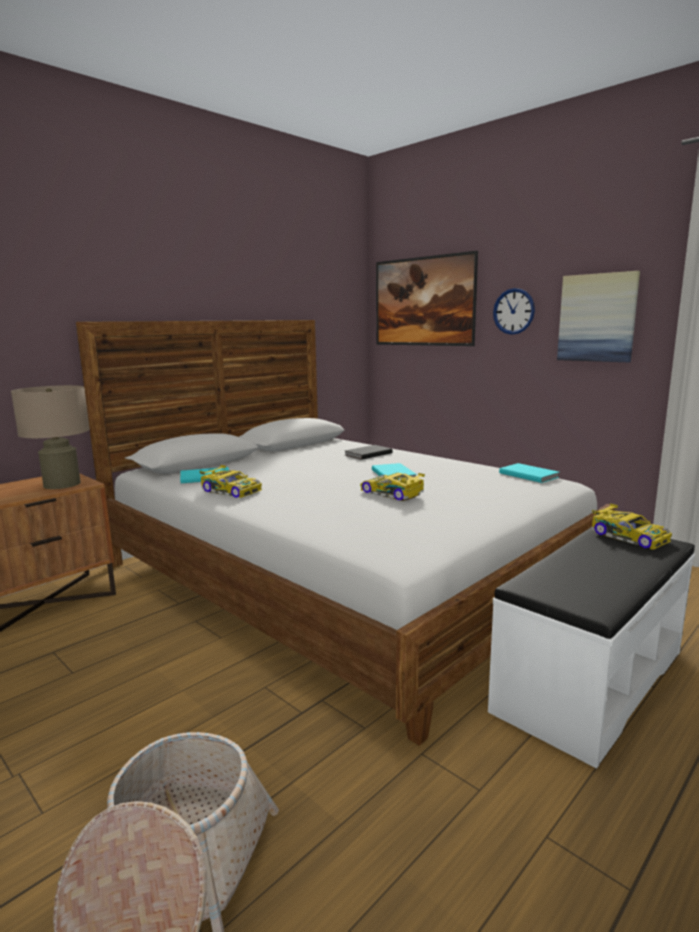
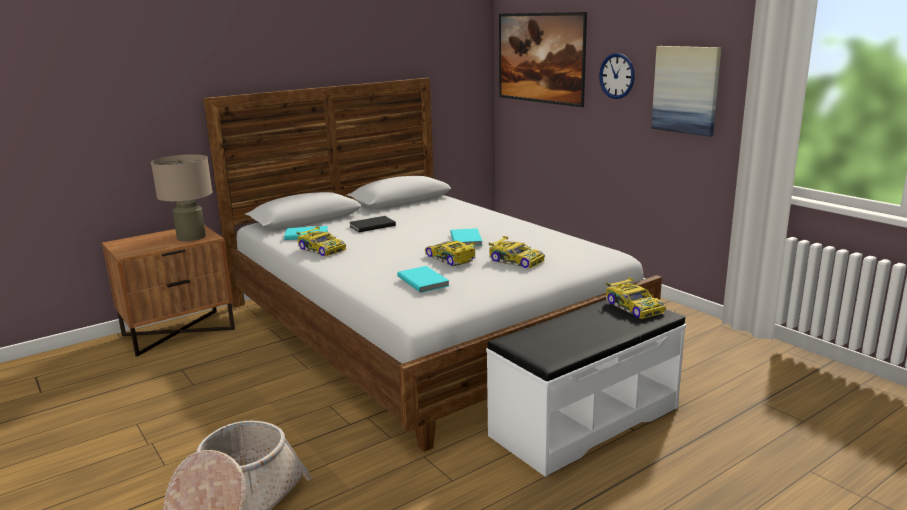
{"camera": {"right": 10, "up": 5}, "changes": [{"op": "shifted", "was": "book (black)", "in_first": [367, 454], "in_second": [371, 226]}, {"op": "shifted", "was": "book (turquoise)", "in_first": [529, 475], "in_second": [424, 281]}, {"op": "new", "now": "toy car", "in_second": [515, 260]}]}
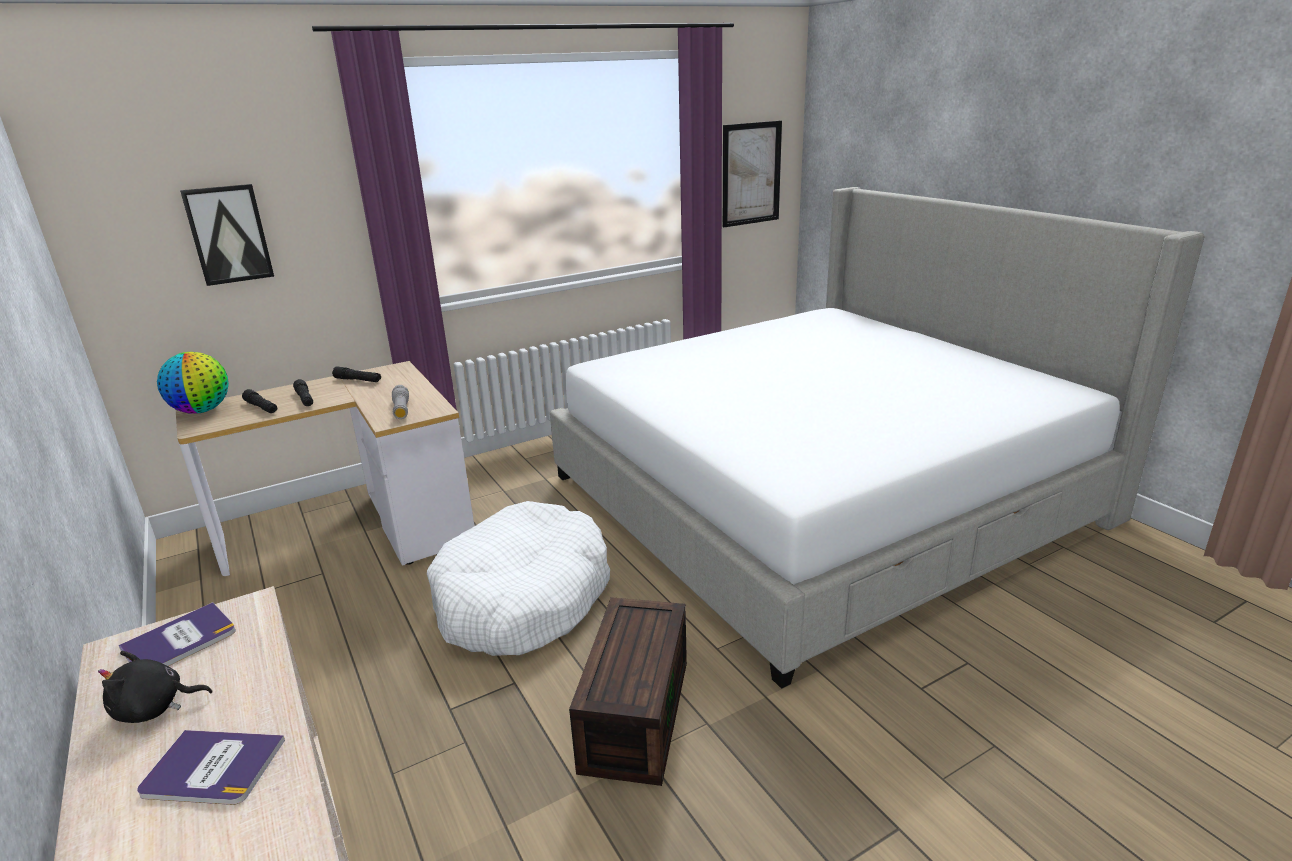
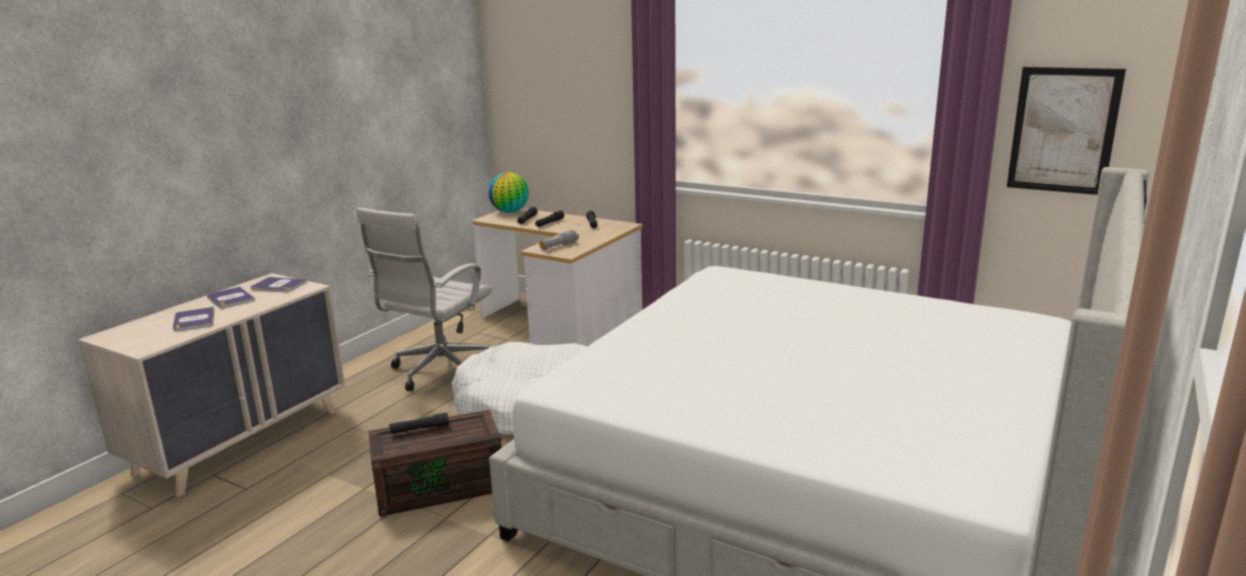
{"camera": {"right": 60, "up": -5}, "changes": [{"op": "gone", "was": "picture", "in_first": [228, 234]}, {"op": "swapped", "was": "plush toy (black)", "now": "book", "in_first": [155, 708], "in_second": [230, 298]}, {"op": "new", "now": "office chair (white)", "in_second": [439, 372]}, {"op": "new", "now": "flashlight (black)", "in_second": [419, 429]}]}
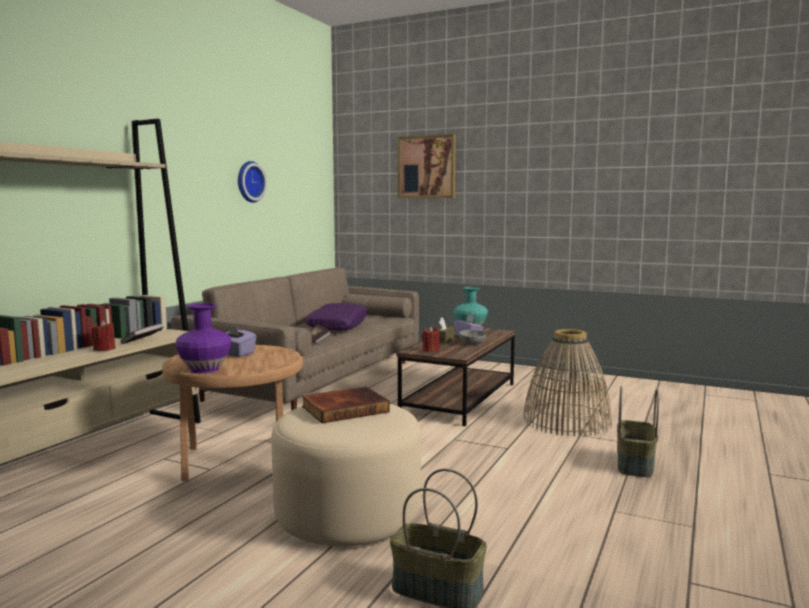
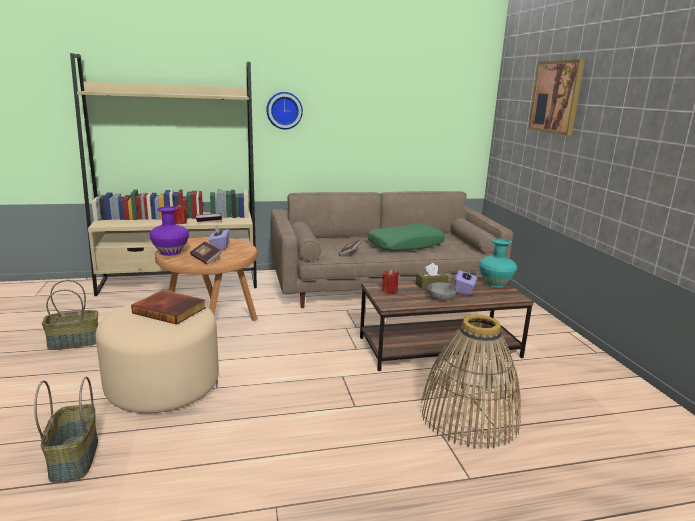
{"camera": {"right": 50, "up": 10}, "changes": [{"op": "shifted", "was": "wall clock", "in_first": [249, 182], "in_second": [284, 110]}, {"op": "repainted", "was": "pillow (purple)", "now": "pillow (green)", "in_first": [337, 326], "in_second": [405, 245]}, {"op": "shifted", "was": "basket", "in_first": [633, 464], "in_second": [75, 342]}, {"op": "new", "now": "book", "in_second": [206, 259]}]}
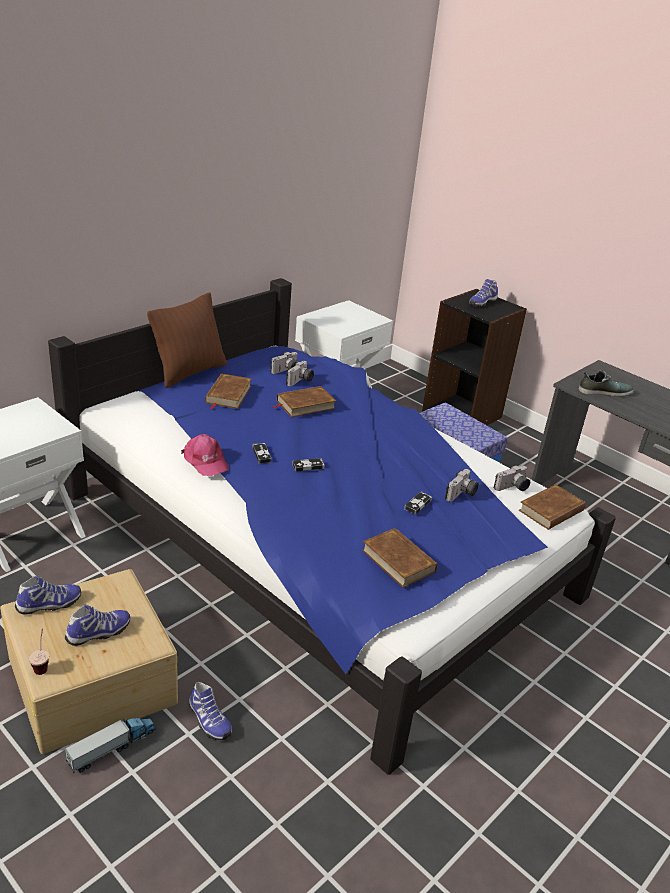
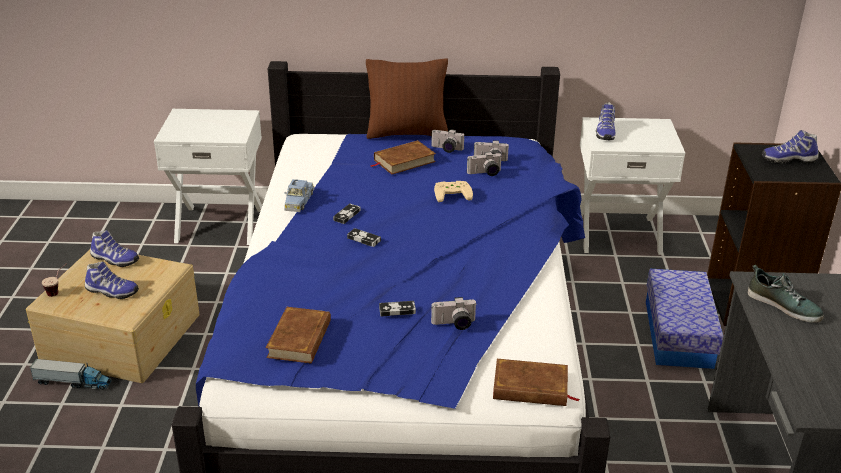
{"camera": {"right": 50, "up": 0}, "changes": [{"op": "swapped", "was": "book (brown)", "now": "game controller (beige)", "in_first": [305, 405], "in_second": [452, 193]}, {"op": "swapped", "was": "cap (pink)", "now": "toy car (blue)", "in_first": [205, 461], "in_second": [299, 201]}, {"op": "shifted", "was": "photo camera", "in_first": [512, 488], "in_second": [446, 149]}, {"op": "shifted", "was": "shoe", "in_first": [208, 720], "in_second": [604, 132]}]}
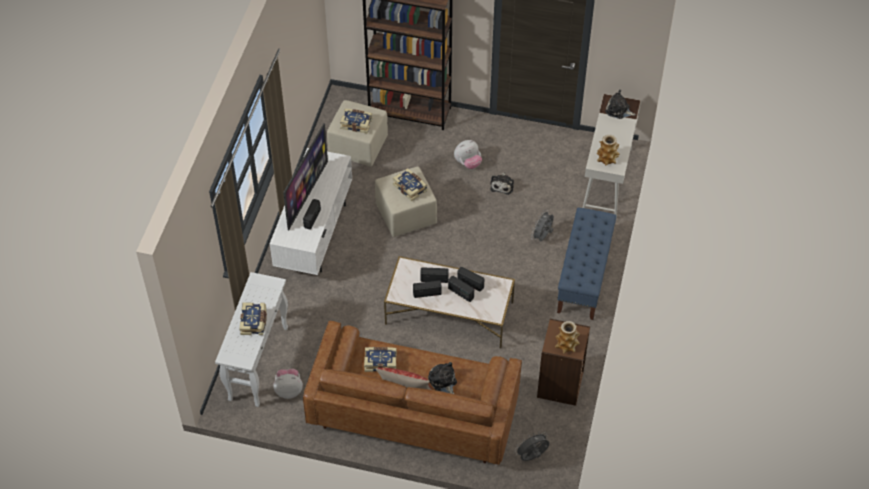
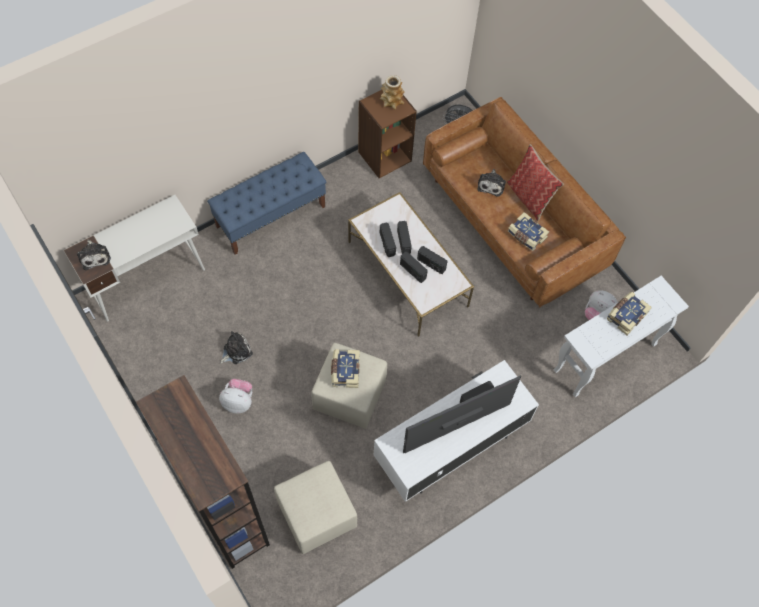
{"camera": {"right": -140, "up": 10}, "changes": [{"op": "gone", "was": "book", "in_first": [356, 123]}, {"op": "gone", "was": "vase", "in_first": [607, 158]}, {"op": "gone", "was": "fan (grey)", "in_first": [542, 237]}]}
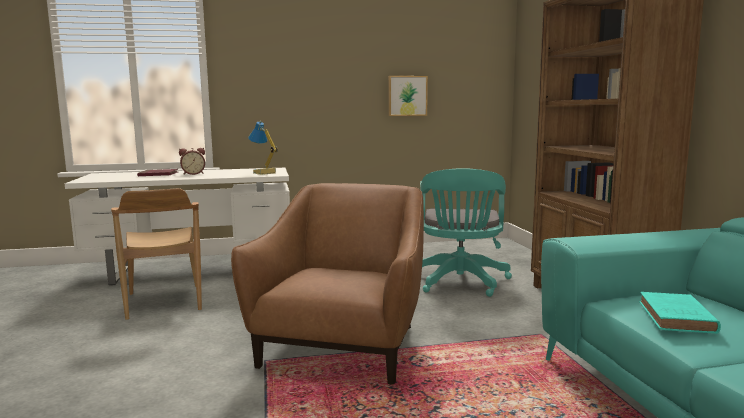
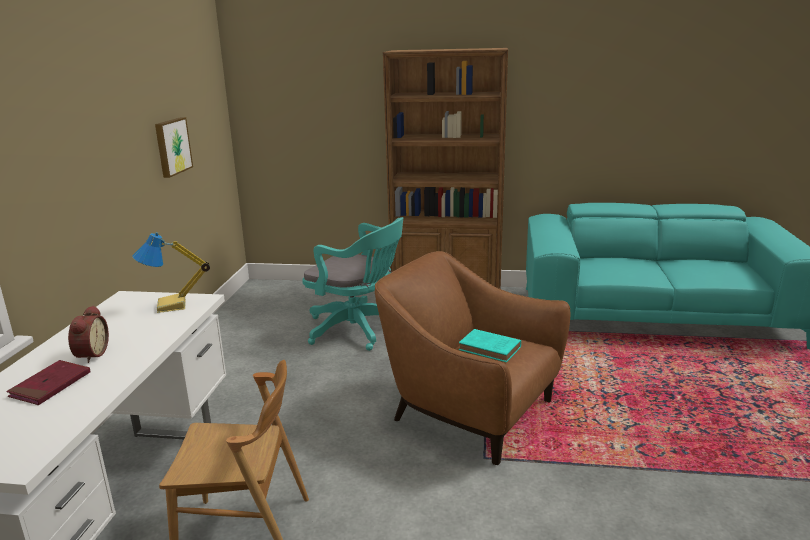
{"camera": {"right": -70, "up": 10}, "changes": [{"op": "shifted", "was": "book (turquoise)", "in_first": [677, 318], "in_second": [491, 349]}]}
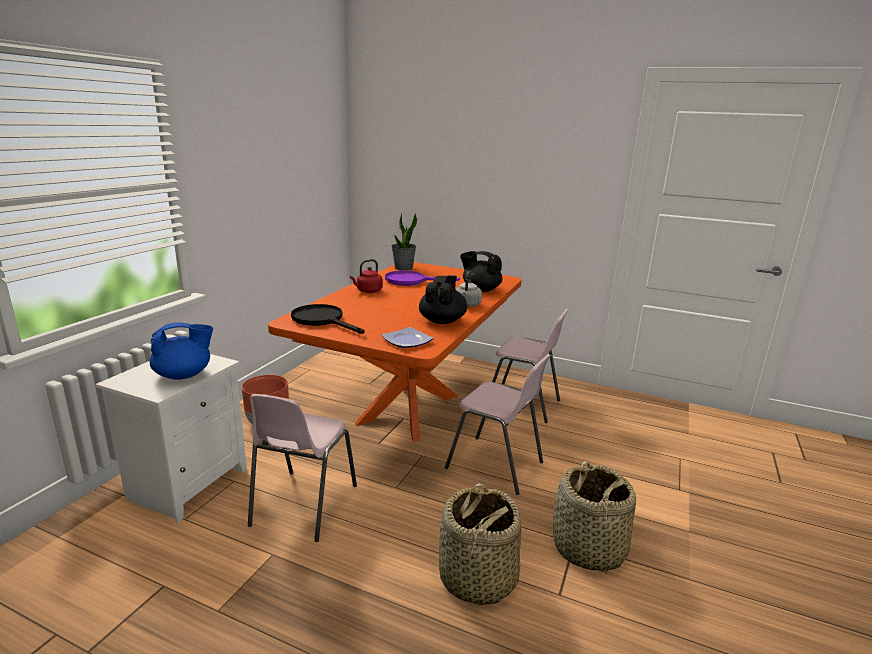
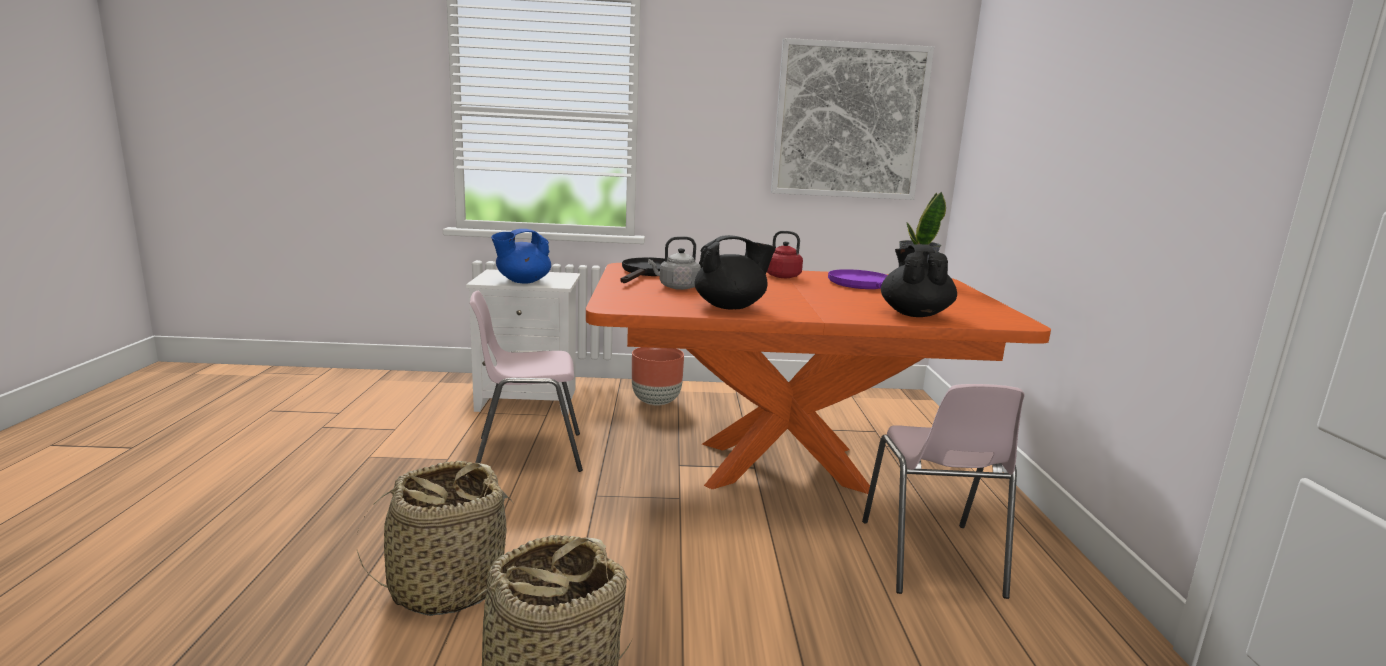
{"camera": {"right": 65, "up": -5}, "changes": [{"op": "shifted", "was": "kettle (grey)", "in_first": [467, 305], "in_second": [676, 287]}, {"op": "rotated", "was": "teapot (blue)", "in_first": [184, 375], "in_second": [522, 281], "clockwise": 105}, {"op": "gone", "was": "plate", "in_first": [406, 341]}, {"op": "gone", "was": "chair (pink)", "in_first": [495, 465]}, {"op": "new", "now": "picture", "in_second": [849, 121]}]}
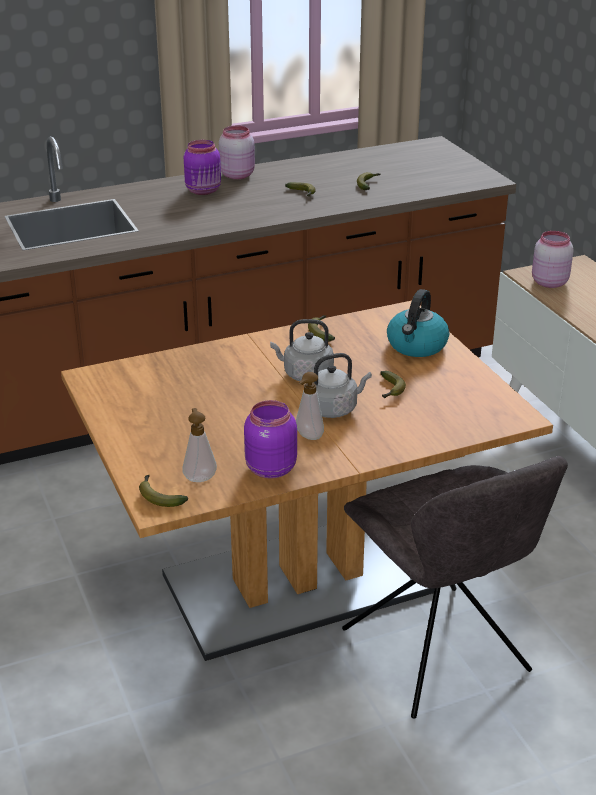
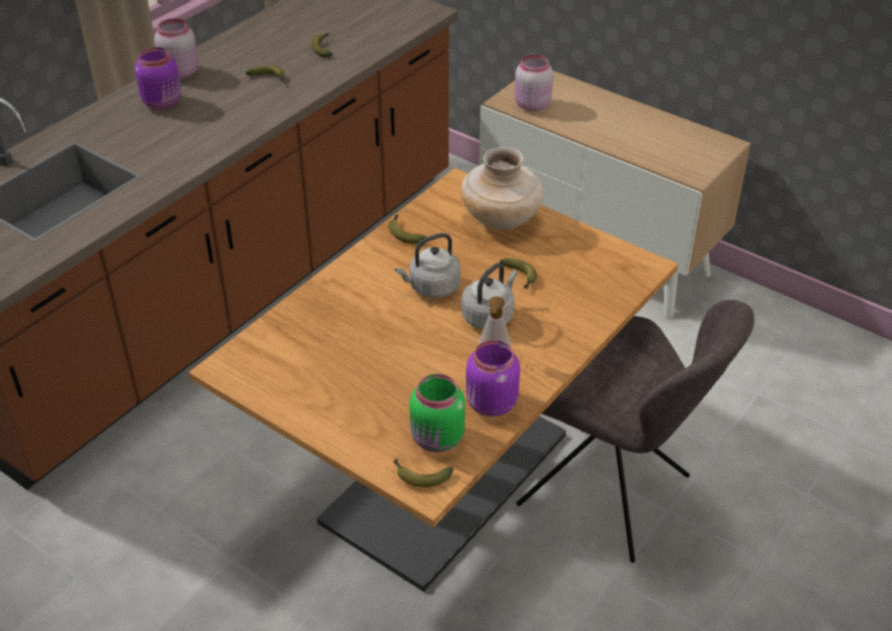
{"camera": {"right": -30, "up": 10}, "changes": [{"op": "swapped", "was": "kettle", "now": "vase (beige)", "in_first": [417, 346], "in_second": [501, 219]}, {"op": "swapped", "was": "soap dispenser", "now": "jar (green)", "in_first": [199, 477], "in_second": [437, 439]}]}
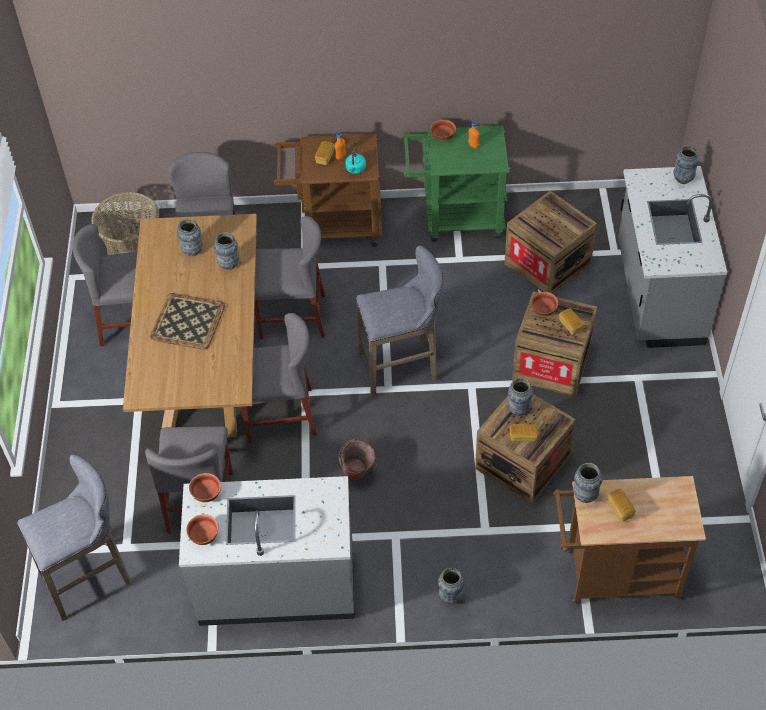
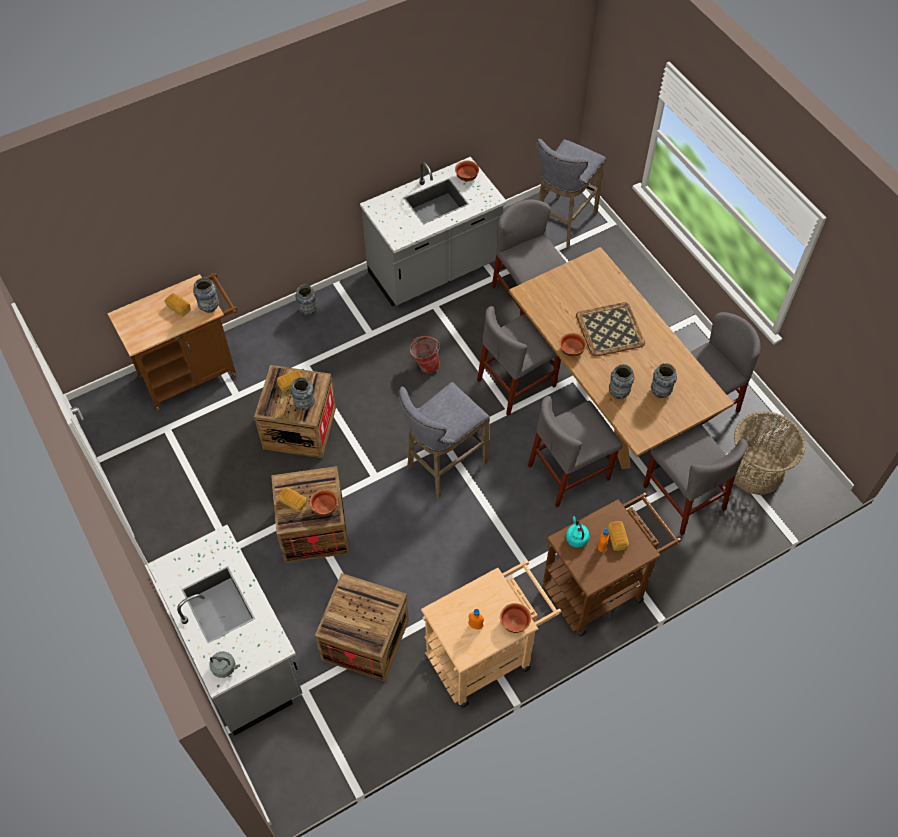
{"camera": {"right": 150, "up": 5}, "changes": [{"op": "repainted", "was": "cart (green)", "now": "cart (beige)", "in_first": [455, 218], "in_second": [486, 655]}, {"op": "swapped", "was": "vase", "now": "kettle (grey)", "in_first": [683, 179], "in_second": [225, 667]}, {"op": "shifted", "was": "bowl", "in_first": [207, 493], "in_second": [571, 351]}]}
